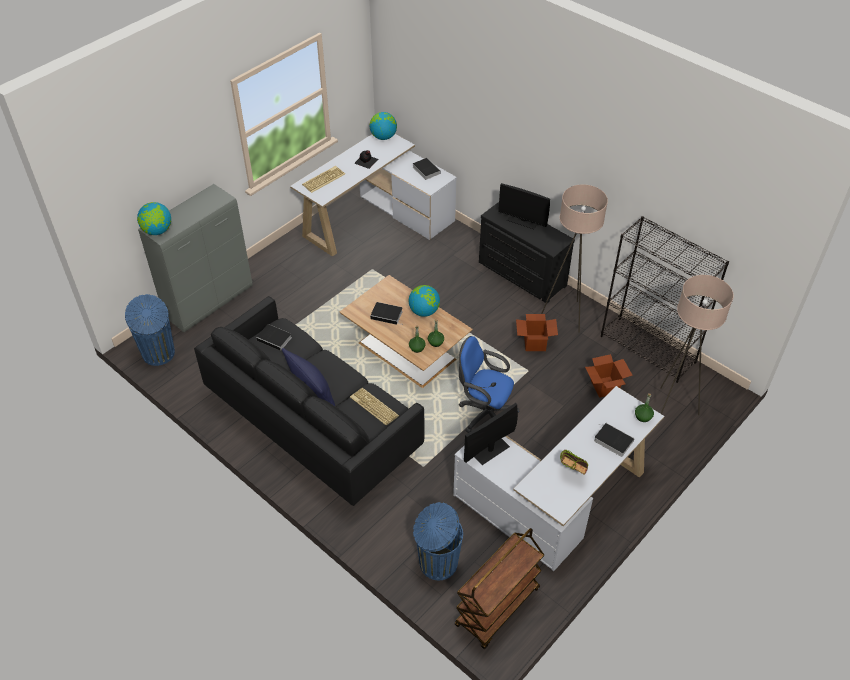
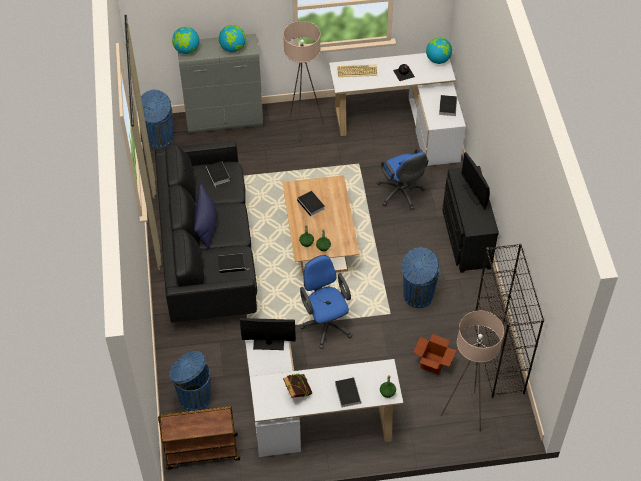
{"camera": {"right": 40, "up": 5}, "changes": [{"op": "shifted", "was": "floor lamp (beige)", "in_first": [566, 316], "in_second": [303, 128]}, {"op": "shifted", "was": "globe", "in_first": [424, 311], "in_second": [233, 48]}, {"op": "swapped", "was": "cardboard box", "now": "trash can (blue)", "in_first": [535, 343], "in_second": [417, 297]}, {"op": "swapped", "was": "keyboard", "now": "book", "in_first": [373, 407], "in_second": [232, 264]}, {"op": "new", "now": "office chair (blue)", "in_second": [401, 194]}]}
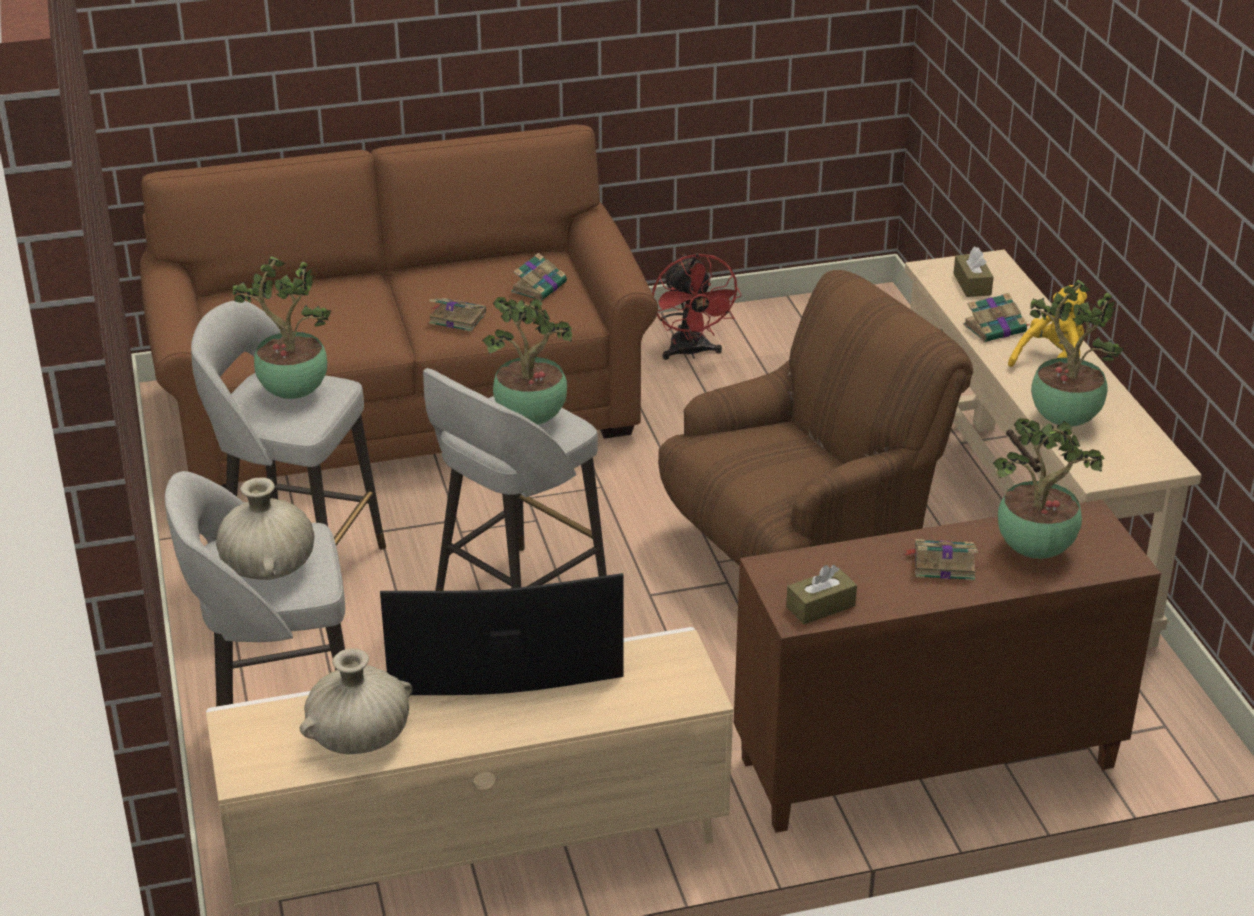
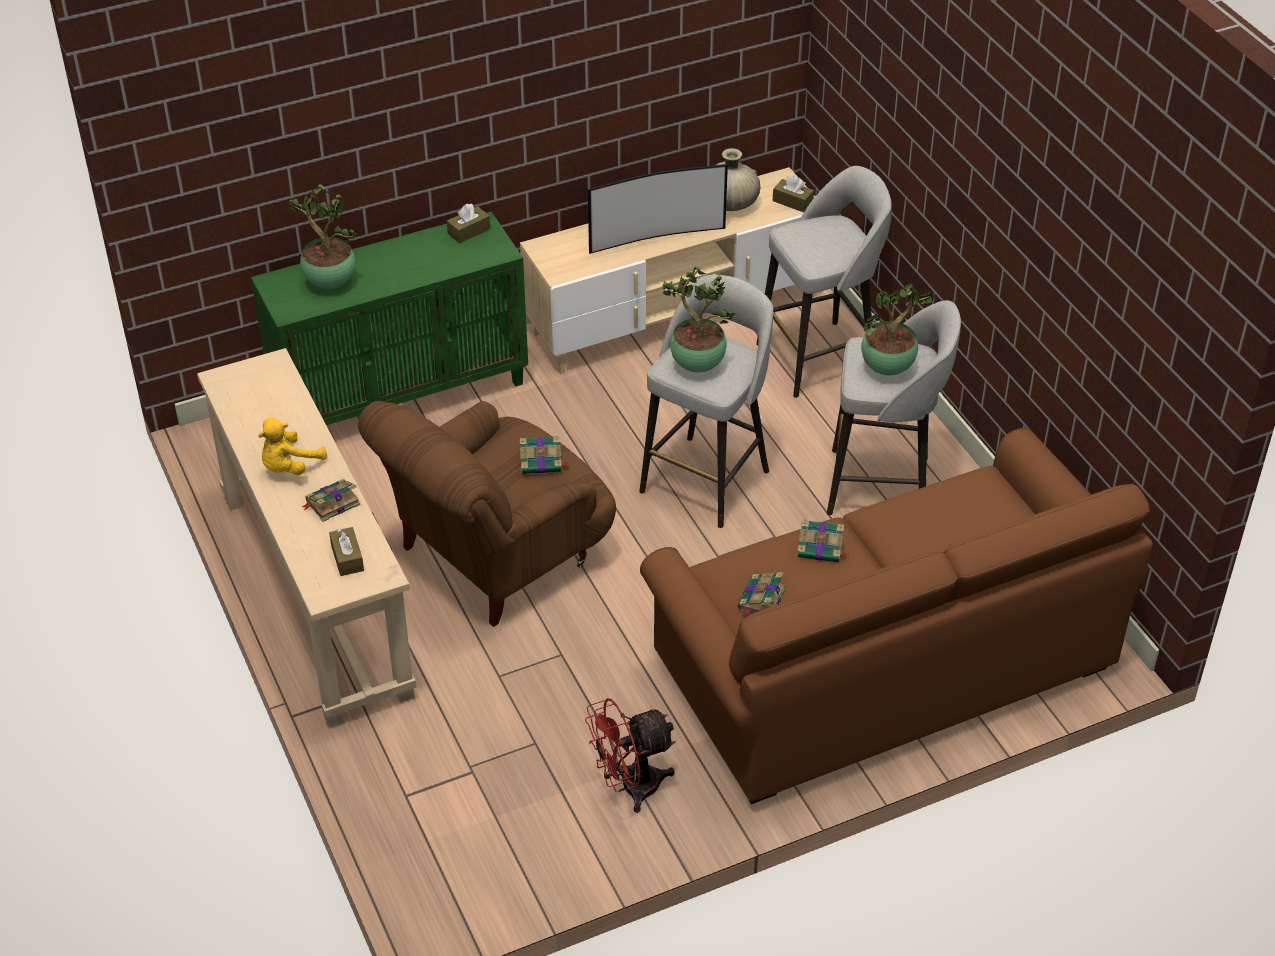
{"camera": {"right": 170, "up": 10}, "changes": [{"op": "rotated", "was": "fan (red)", "in_first": [691, 352], "in_second": [630, 787], "clockwise": -90}, {"op": "gone", "was": "potted plant", "in_first": [1062, 420]}, {"op": "gone", "was": "vase (beige)", "in_first": [268, 567]}, {"op": "repainted", "was": "cabinet (brown)", "now": "cabinet (green)", "in_first": [925, 765], "in_second": [402, 394]}, {"op": "shifted", "was": "book", "in_first": [942, 564], "in_second": [542, 462]}, {"op": "new", "now": "tissue box (brown)", "in_second": [792, 202]}]}
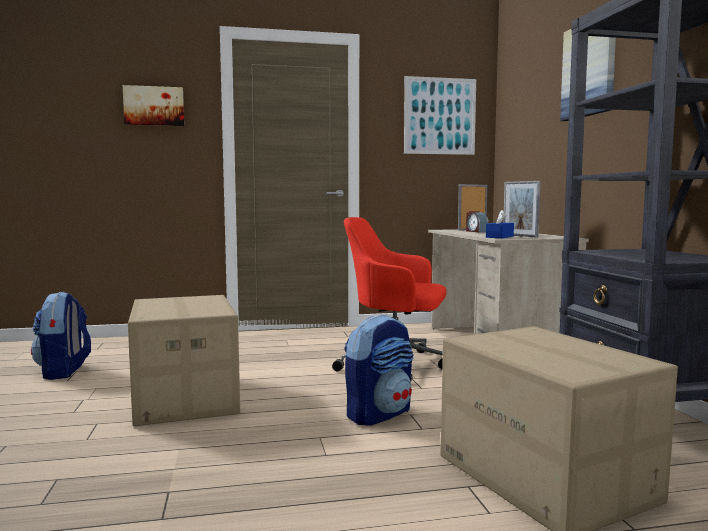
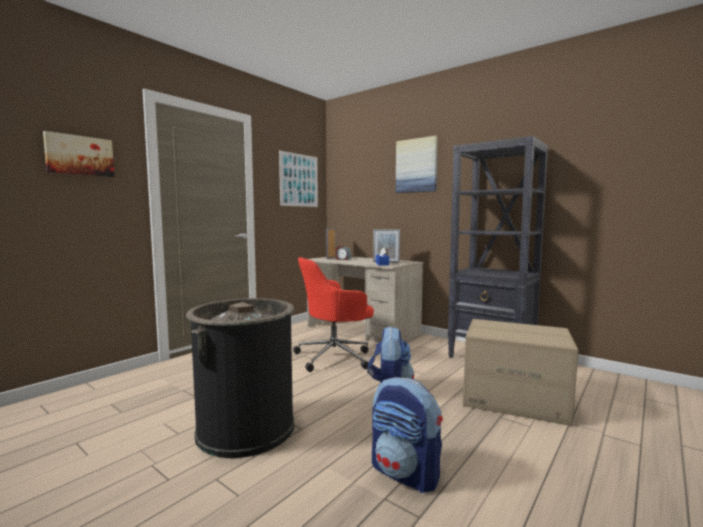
{"camera": {"right": -40, "up": 0}, "changes": [{"op": "shifted", "was": "backpack", "in_first": [64, 372], "in_second": [406, 473]}, {"op": "swapped", "was": "cardboard box", "now": "trash can (black)", "in_first": [184, 398], "in_second": [245, 428]}]}
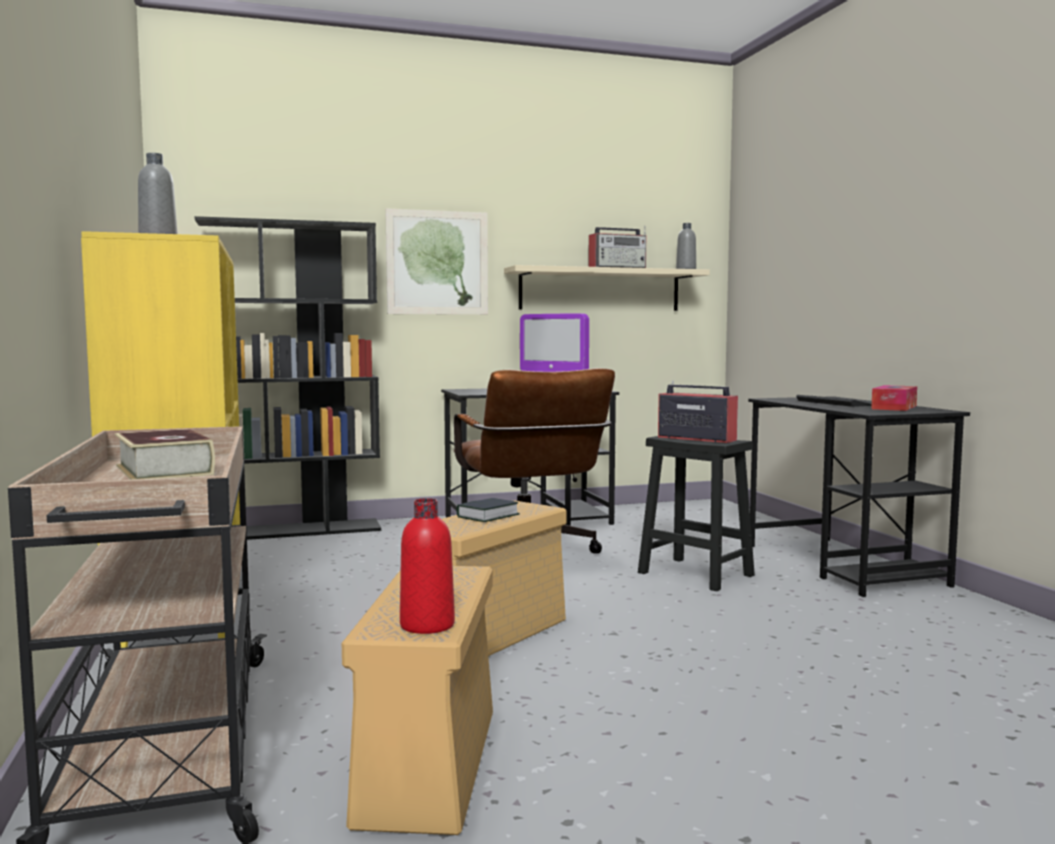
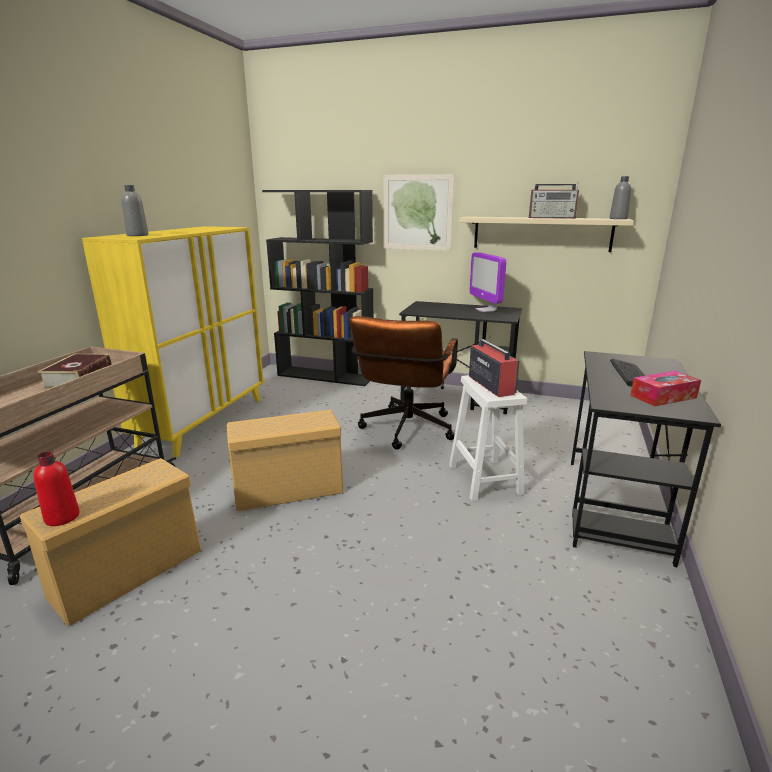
{"camera": {"right": 35, "up": 15}, "changes": [{"op": "repainted", "was": "stool (black)", "now": "stool (white)", "in_first": [693, 574], "in_second": [484, 478]}, {"op": "gone", "was": "book", "in_first": [487, 516]}]}
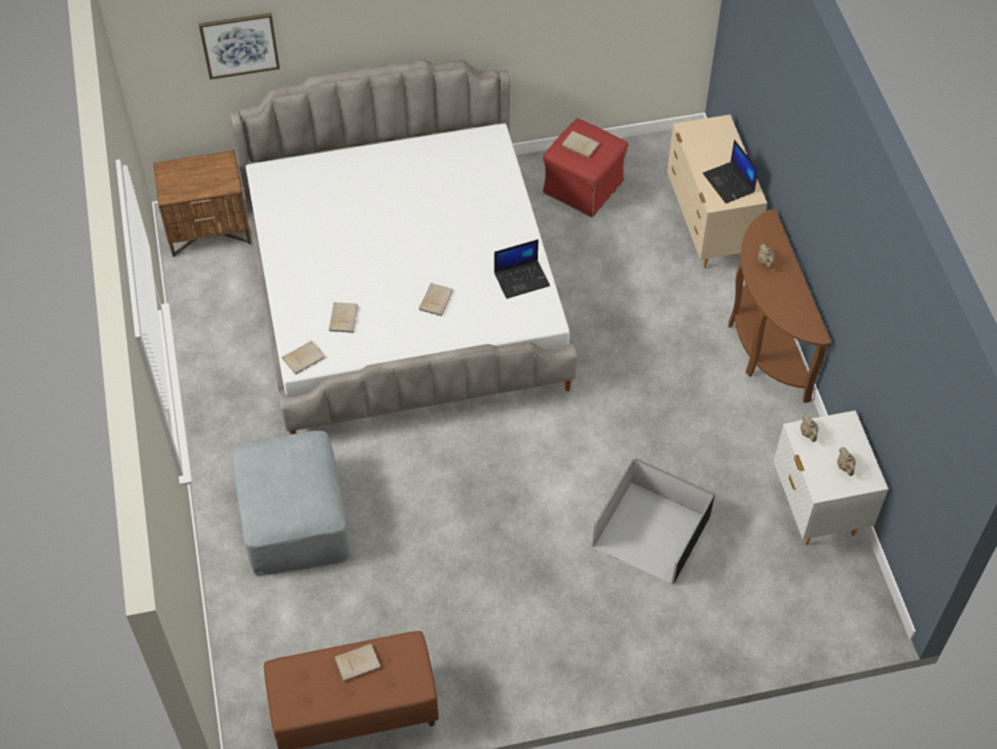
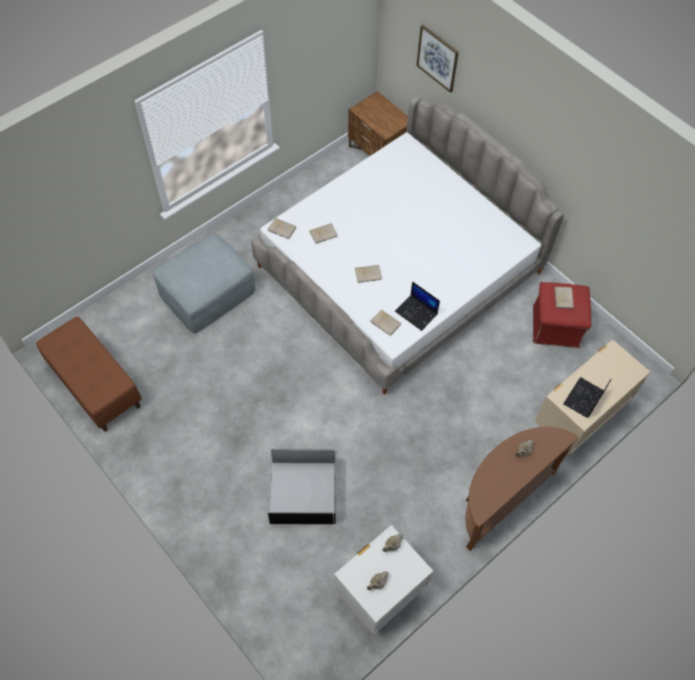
{"camera": {"right": 60, "up": 5}, "changes": [{"op": "shifted", "was": "book (beige)", "in_first": [359, 662], "in_second": [386, 323]}]}
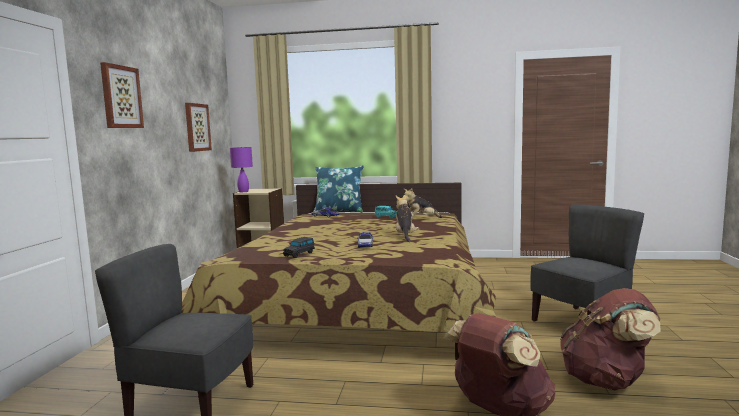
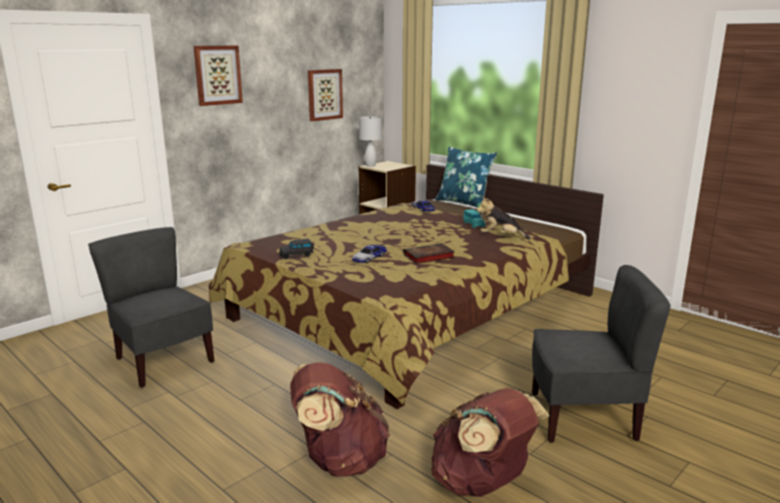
{"camera": {"right": 35, "up": 10}, "changes": [{"op": "repainted", "was": "table lamp (purple)", "now": "table lamp (white)", "in_first": [243, 191], "in_second": [370, 165]}, {"op": "swapped", "was": "plush toy", "now": "book", "in_first": [405, 236], "in_second": [428, 257]}]}
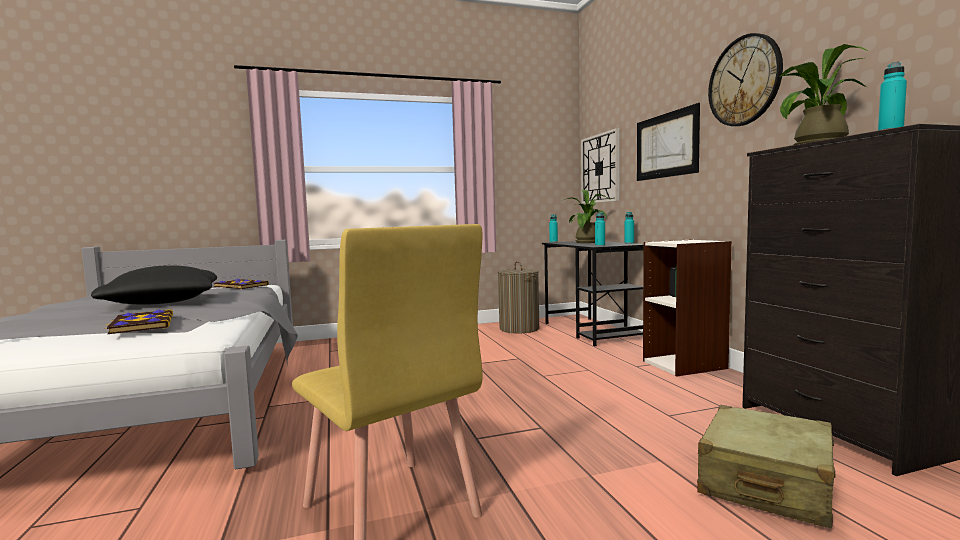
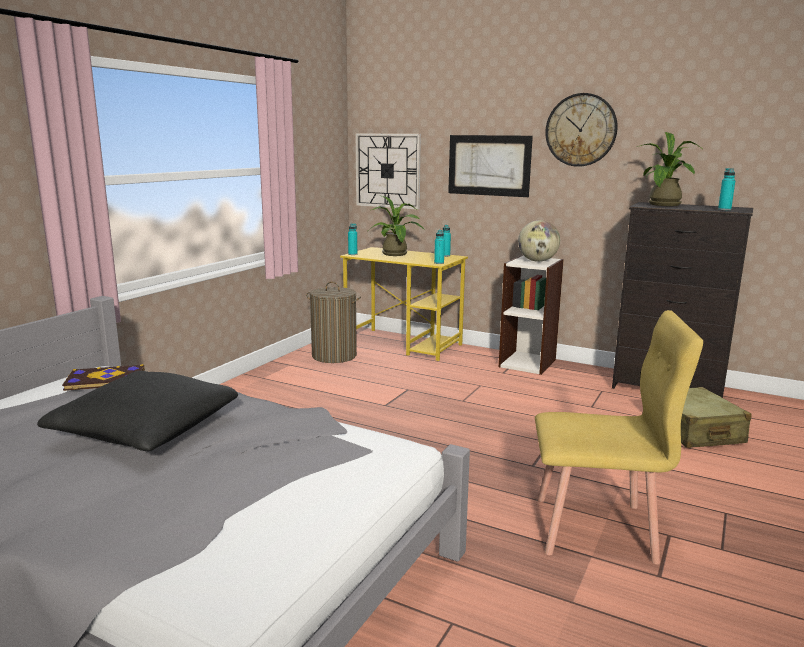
{"camera": {"right": -45, "up": 10}, "changes": [{"op": "repainted", "was": "desk (black)", "now": "desk (yellow)", "in_first": [592, 331], "in_second": [404, 344]}, {"op": "gone", "was": "book", "in_first": [141, 324]}, {"op": "new", "now": "globe", "in_second": [537, 261]}]}
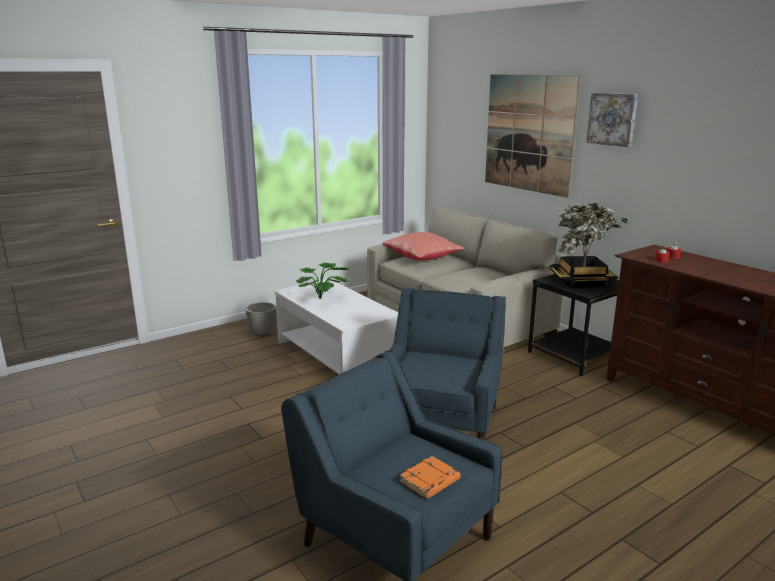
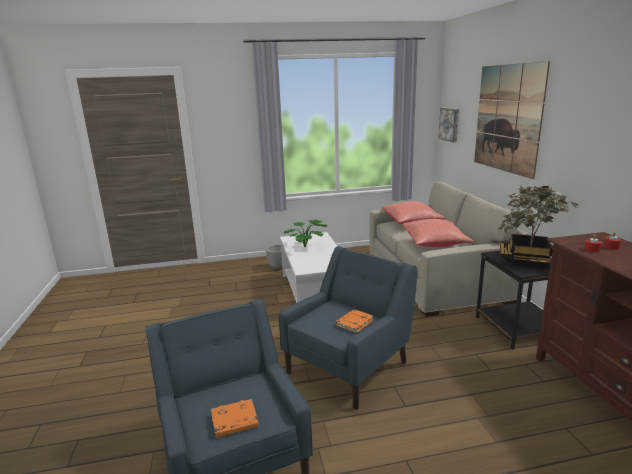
{"camera": {"right": 25, "up": 0}, "changes": [{"op": "shifted", "was": "picture", "in_first": [613, 119], "in_second": [450, 124]}, {"op": "new", "now": "pillow (red)", "in_second": [435, 244]}, {"op": "new", "now": "book (orange)", "in_second": [354, 323]}]}
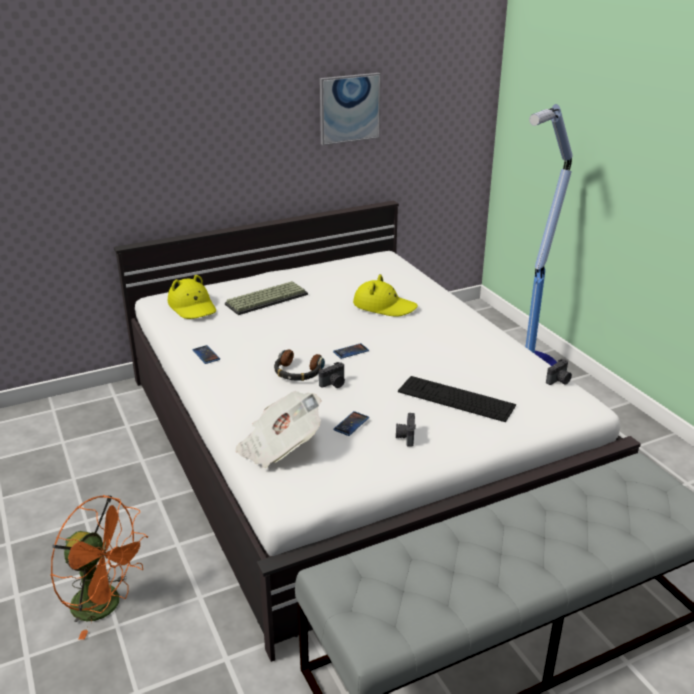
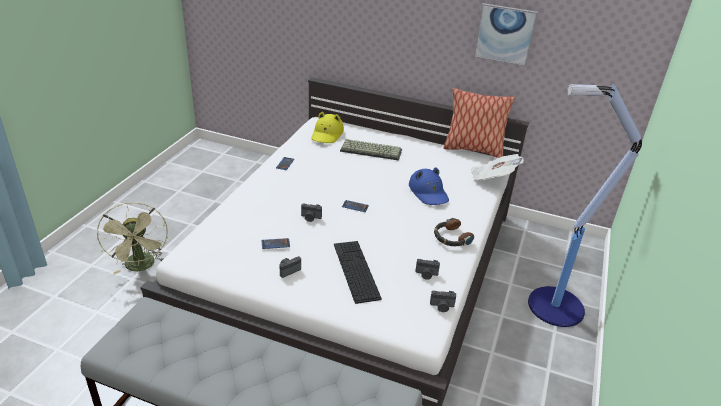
{"camera": {"right": 45, "up": 5}, "changes": [{"op": "repainted", "was": "hat (yellow)", "now": "hat (blue)", "in_first": [384, 306], "in_second": [428, 192]}, {"op": "shifted", "was": "headphones", "in_first": [297, 372], "in_second": [451, 238]}, {"op": "shifted", "was": "newspaper", "in_first": [279, 447], "in_second": [492, 178]}, {"op": "repainted", "was": "fan (orange)", "now": "fan (green)", "in_first": [106, 605], "in_second": [141, 267]}, {"op": "new", "now": "pillow", "in_second": [473, 150]}, {"op": "new", "now": "photo camera", "in_second": [426, 274]}]}
